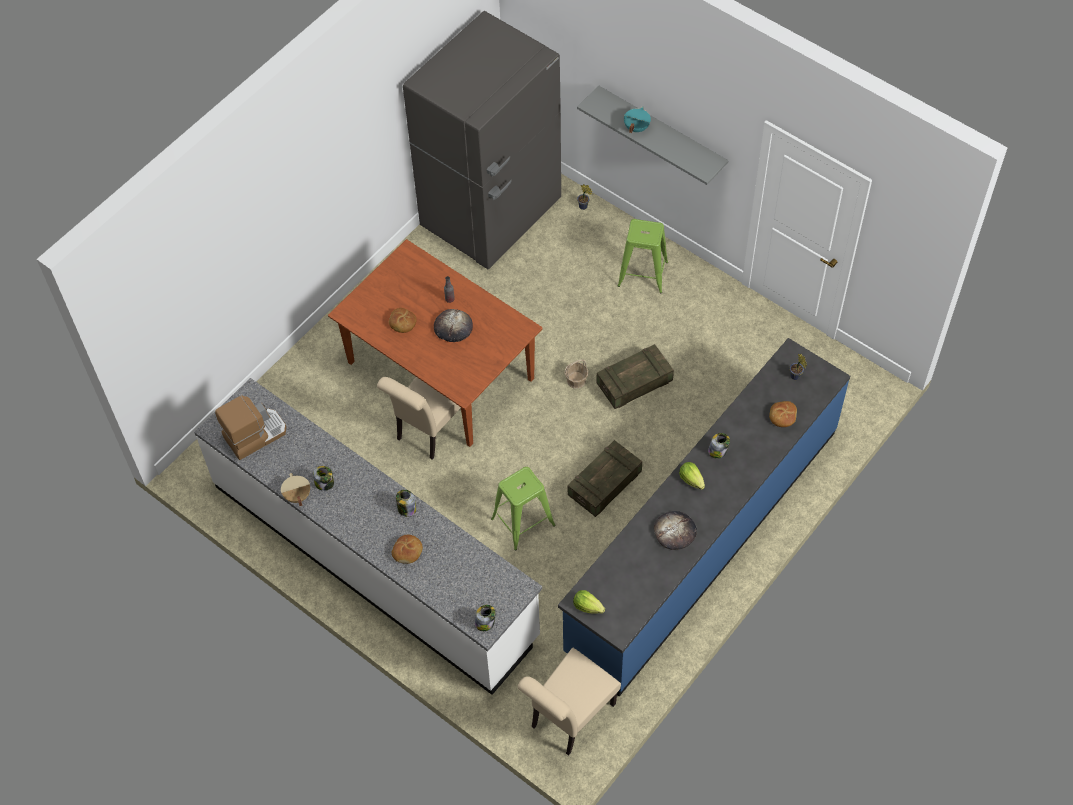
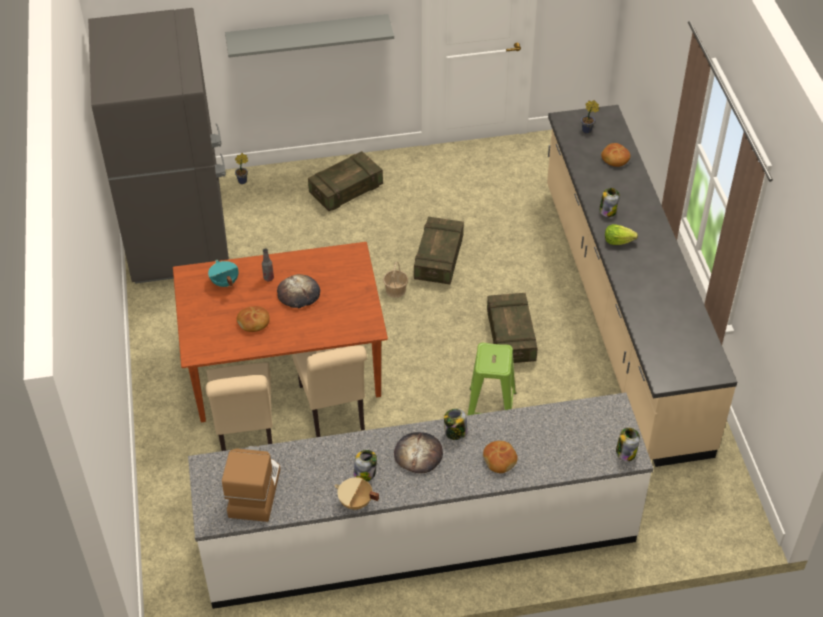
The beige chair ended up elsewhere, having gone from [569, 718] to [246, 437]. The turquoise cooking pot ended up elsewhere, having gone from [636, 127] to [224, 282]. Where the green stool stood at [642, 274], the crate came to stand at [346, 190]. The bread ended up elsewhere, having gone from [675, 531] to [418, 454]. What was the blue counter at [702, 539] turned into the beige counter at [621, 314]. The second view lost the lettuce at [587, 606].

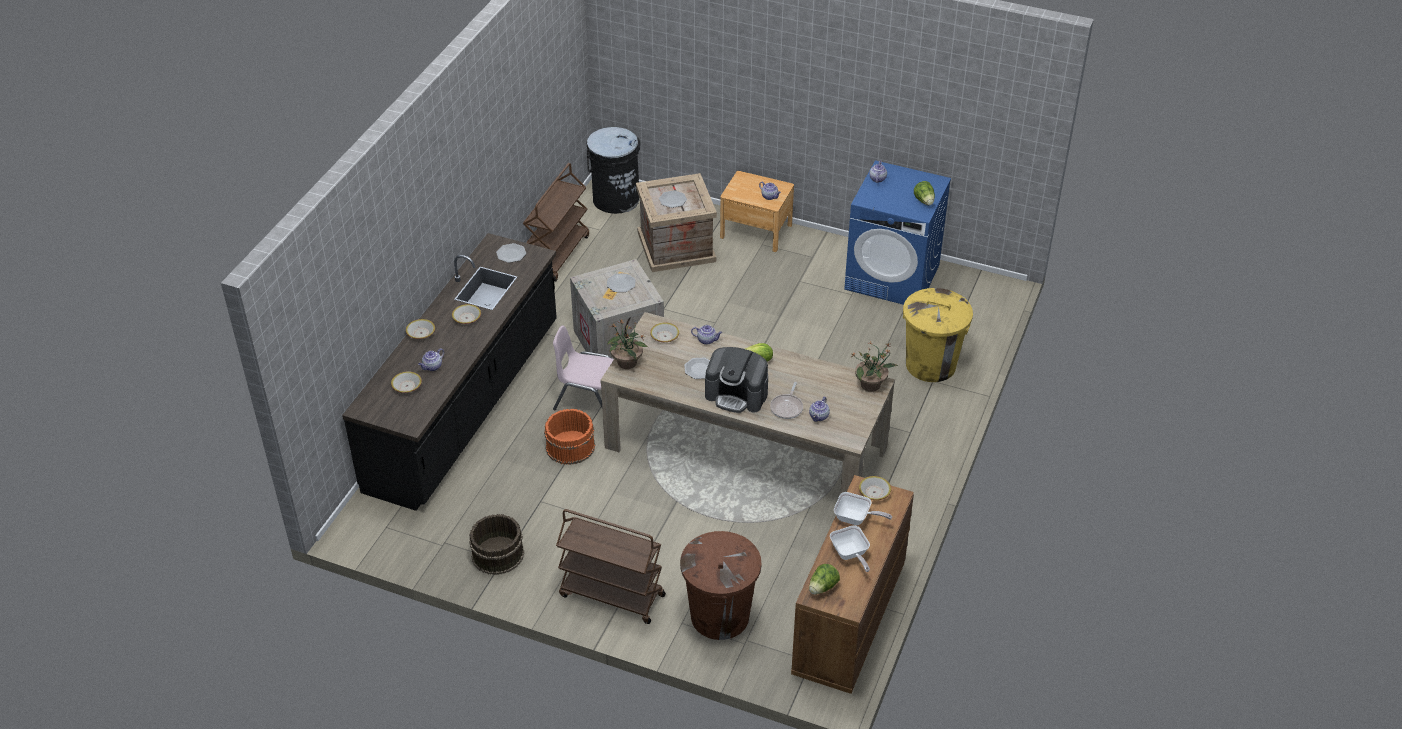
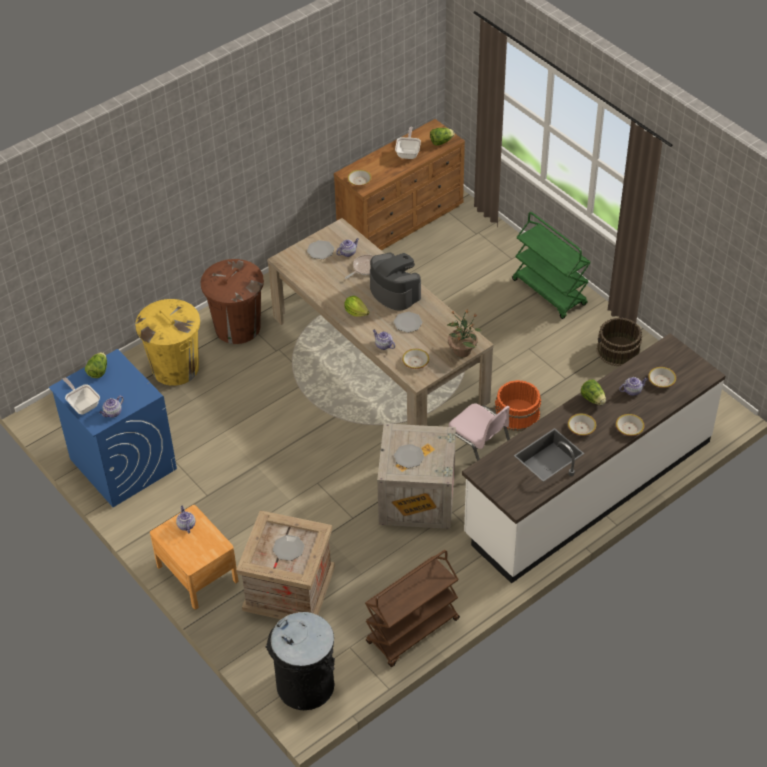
The frying pan ended up elsewhere, having gone from [855, 518] to [83, 404]. The brown trash can ended up elsewhere, having gone from [720, 616] to [237, 327]. The plate ended up elsewhere, having gone from [511, 254] to [320, 250]. What was the black counter at [465, 406] turned into the white counter at [588, 488]. What was the brown cart at [611, 595] turned into the green cart at [550, 292]. The second view gained the lettuce at [593, 399]. The second view lost the potted plant at [871, 385].

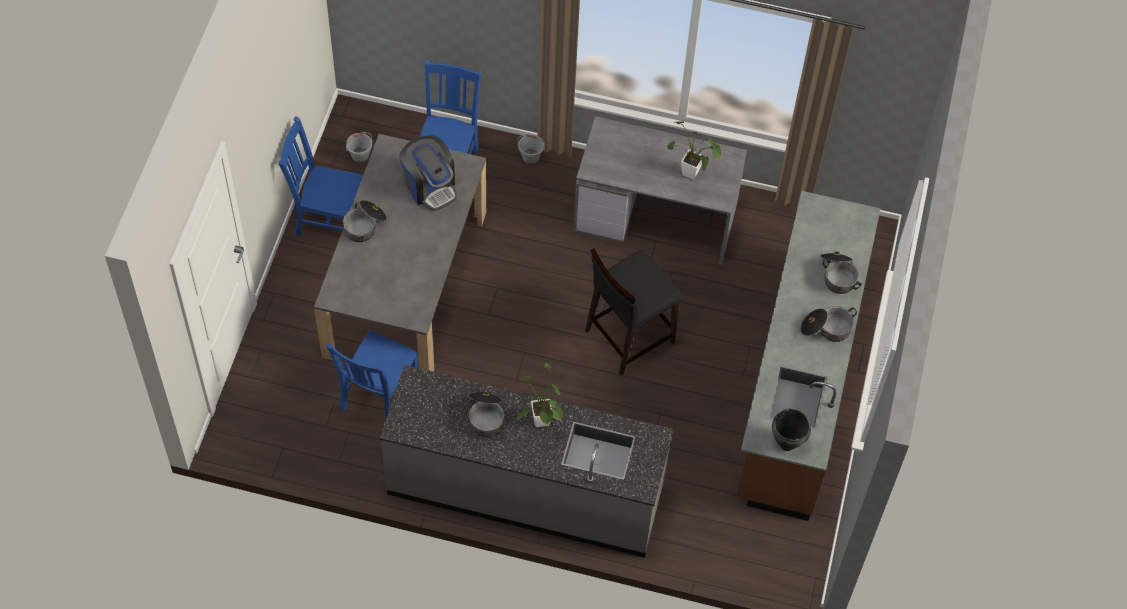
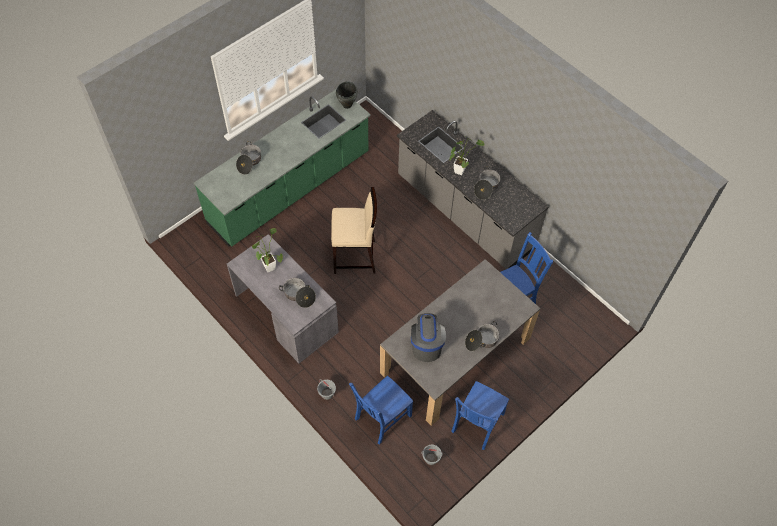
What was the brown counter at [798, 382] turned into the green counter at [290, 189]. The cooking pot ended up elsewhere, having gone from [826, 329] to [299, 295]. What was the black stool at [628, 336] turned into the beige stool at [355, 257]. The blue chair at [329, 219] ended up facing another way, 75 degrees clockwise from before.

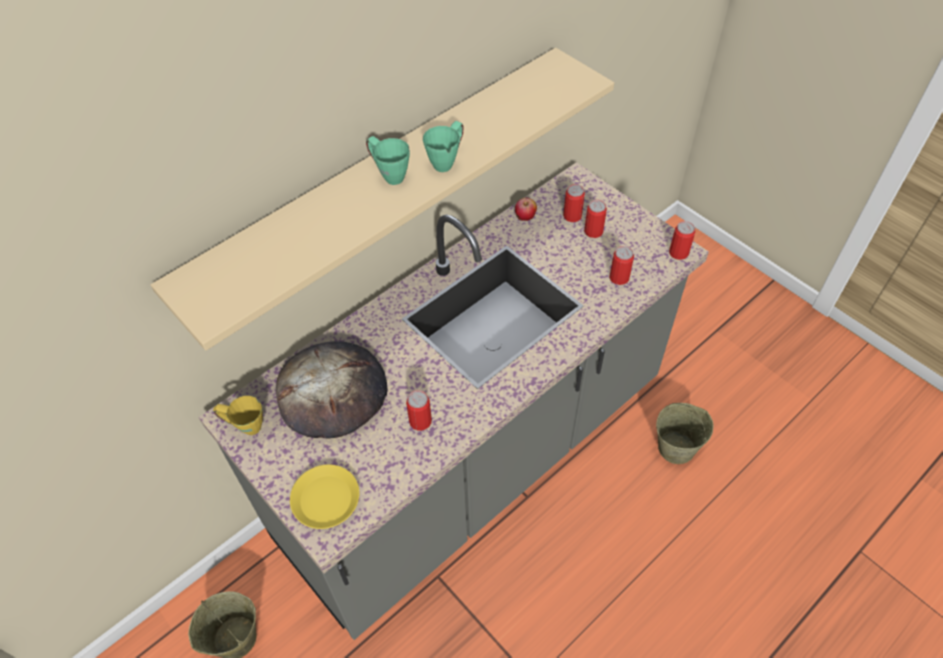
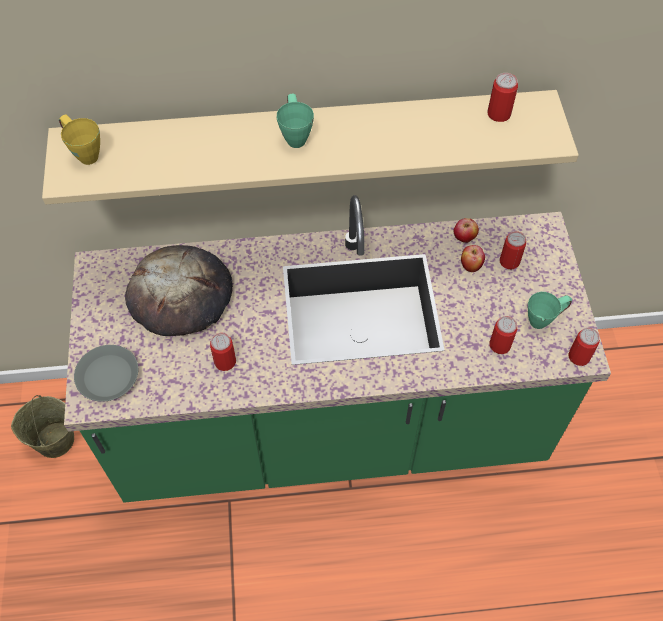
The yellow mug ended up elsewhere, having gone from [244, 426] to [84, 152]. What was the grey counter at [475, 461] turned into the green counter at [331, 429]. What was the yellow plate at [326, 499] turned into the grey plate at [108, 376]. The second view gained the apple at [470, 266]. The can ended up elsewhere, having gone from [593, 231] to [498, 114]. The green mug ended up elsewhere, having gone from [447, 161] to [544, 319]. The second view lost the beige bucket at [677, 447].

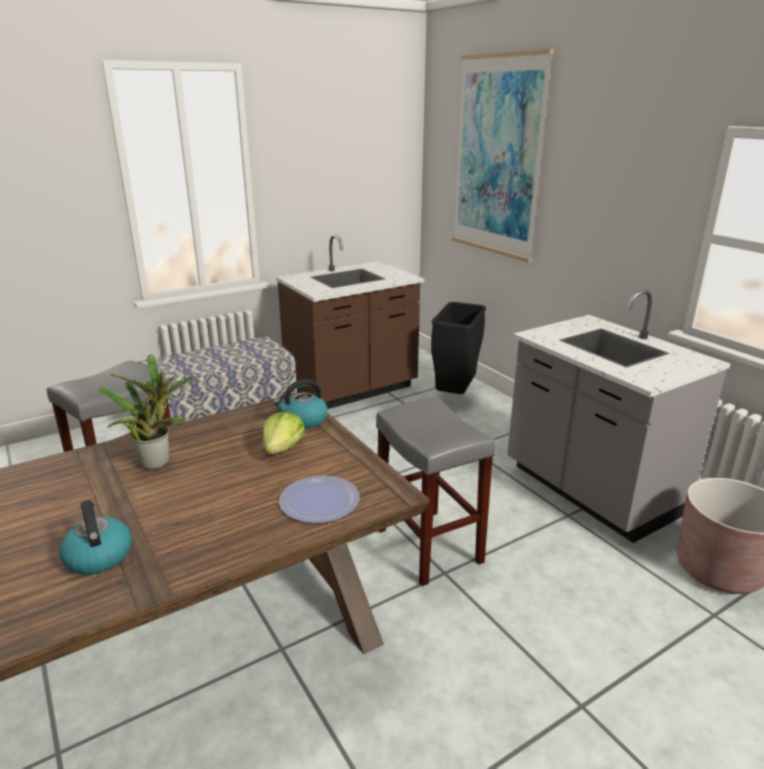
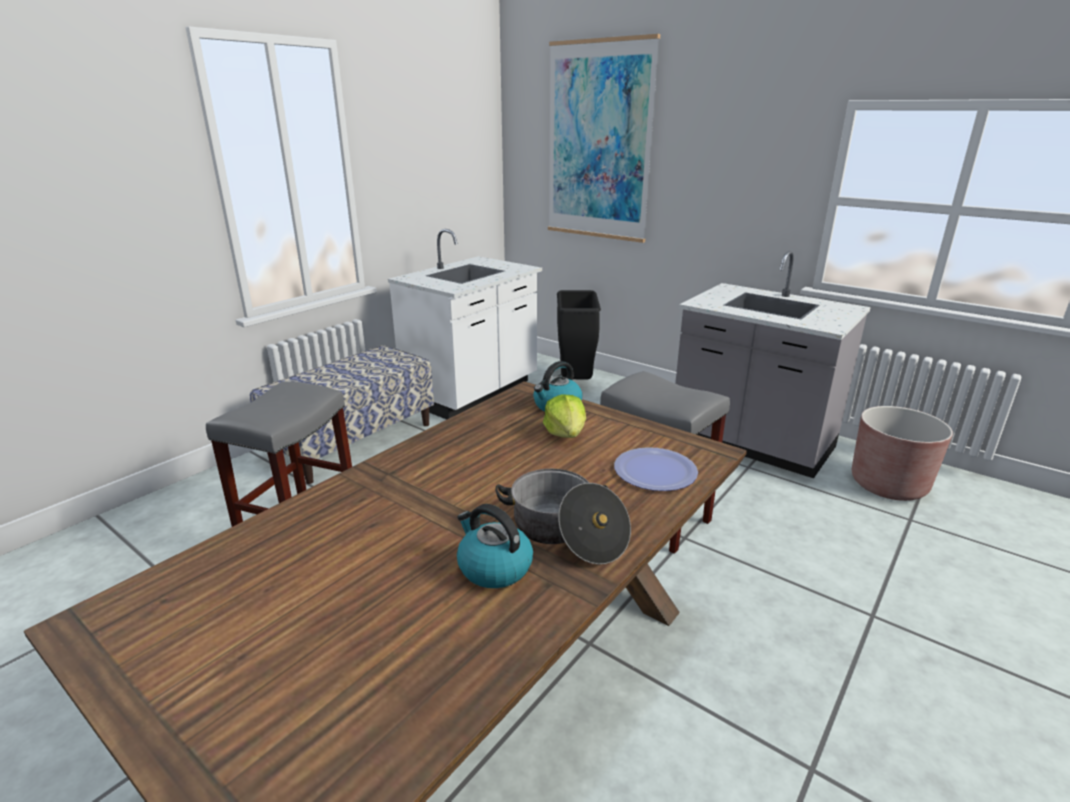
What was the brown counter at [352, 390] turned into the white counter at [473, 393]. The second view gained the cooking pot at [565, 533]. The second view lost the potted plant at [157, 461].

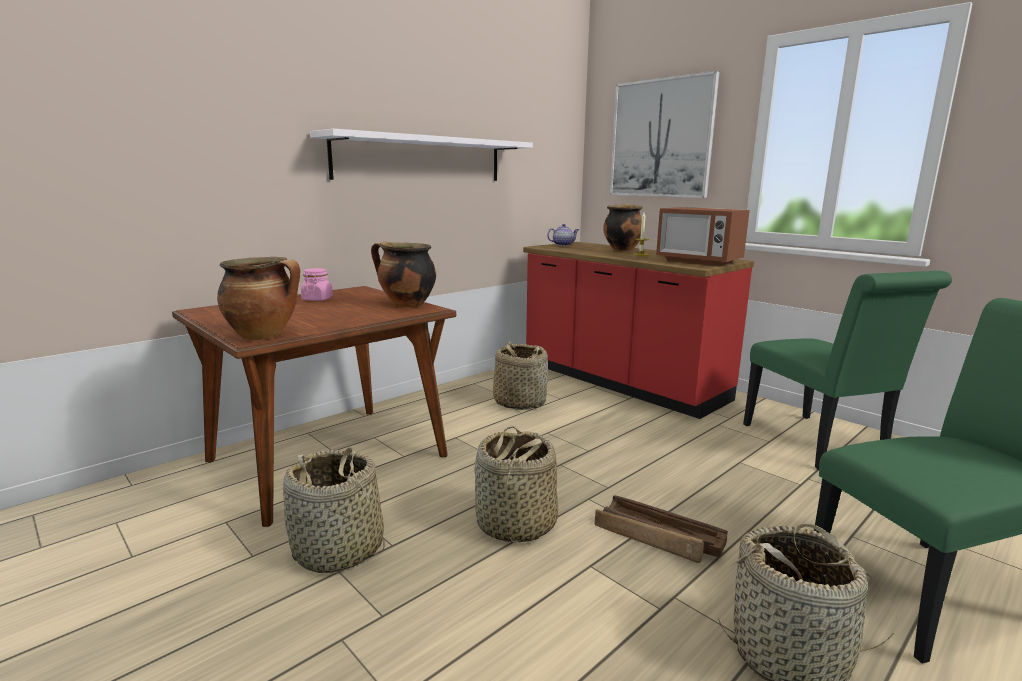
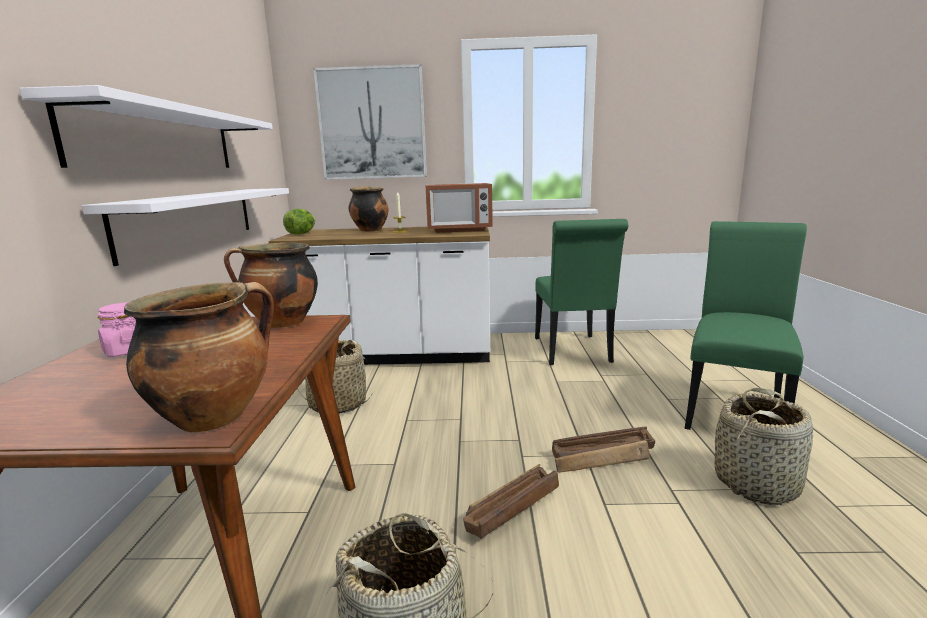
The second view gained the white shelf at [191, 219]. What was the red counter at [621, 383] turned into the white counter at [394, 355]. Where the teapot stood at [563, 245], the lettuce came to stand at [301, 234]. Where the basket stood at [515, 524], the crate came to stand at [511, 508]. The green chair at [819, 445] ended up facing another way, 60 degrees clockwise from before.

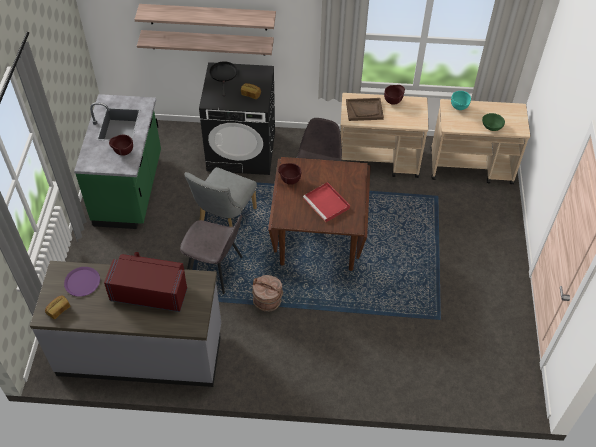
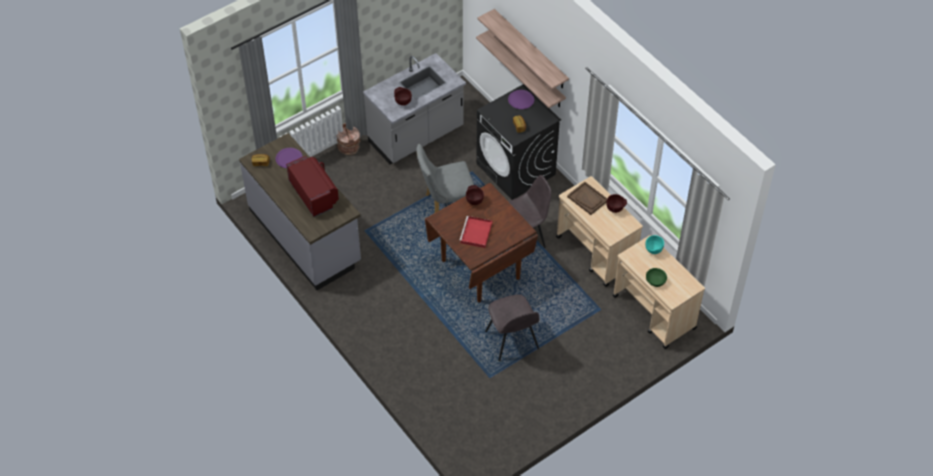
The brown bucket ended up elsewhere, having gone from [267, 300] to [349, 147]. What was the green counter at [130, 189] turned into the grey counter at [416, 136]. The grey chair ended up elsewhere, having gone from [215, 270] to [512, 341]. Where the black frying pan stood at [223, 75], the purple plate came to stand at [521, 100].

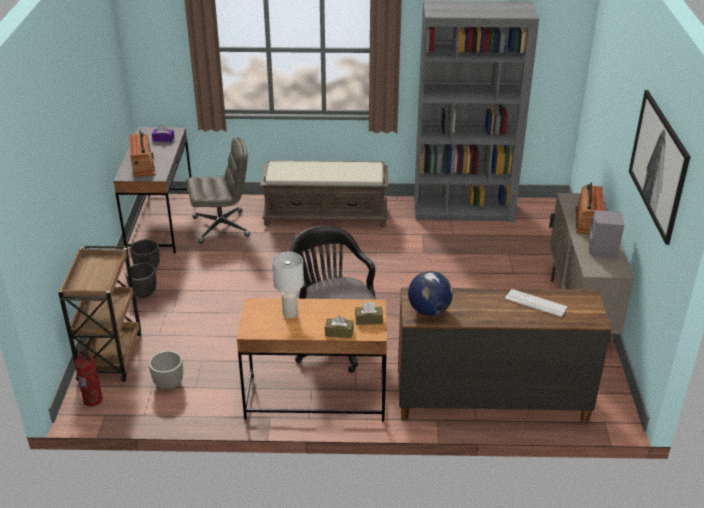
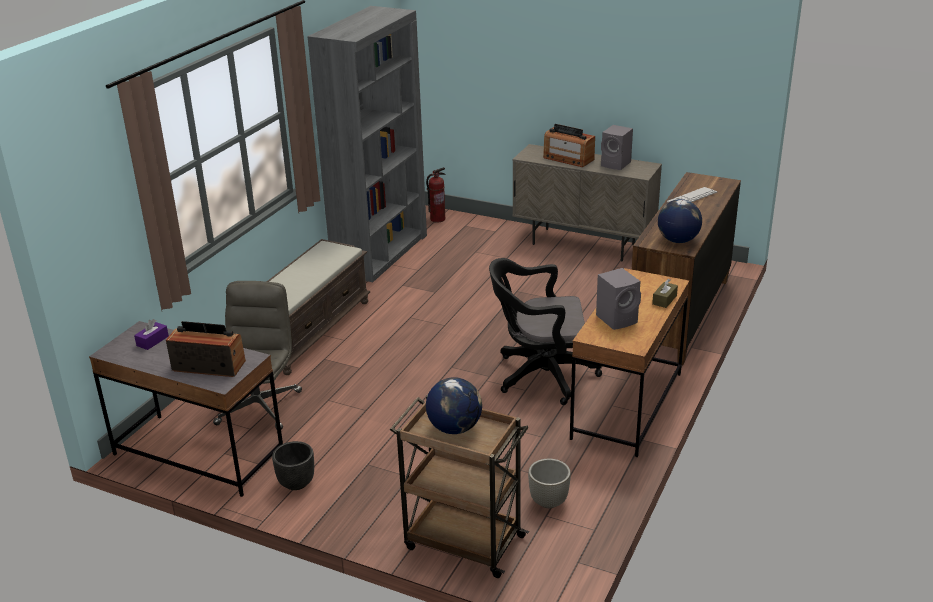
The fire extinguisher ended up elsewhere, having gone from [93, 400] to [437, 219]. The second view gained the globe at [454, 428]. Where the white table lamp stood at [290, 313], the grey speaker came to stand at [618, 319]. The second view lost the black planter at [144, 293]. The second view lost the brown tissue box at [369, 320]. The second view lost the picture at [660, 164].

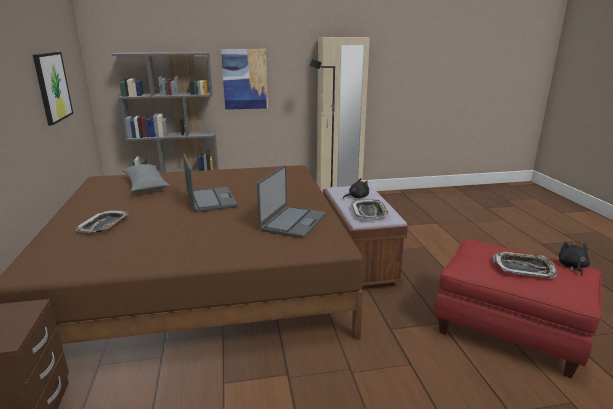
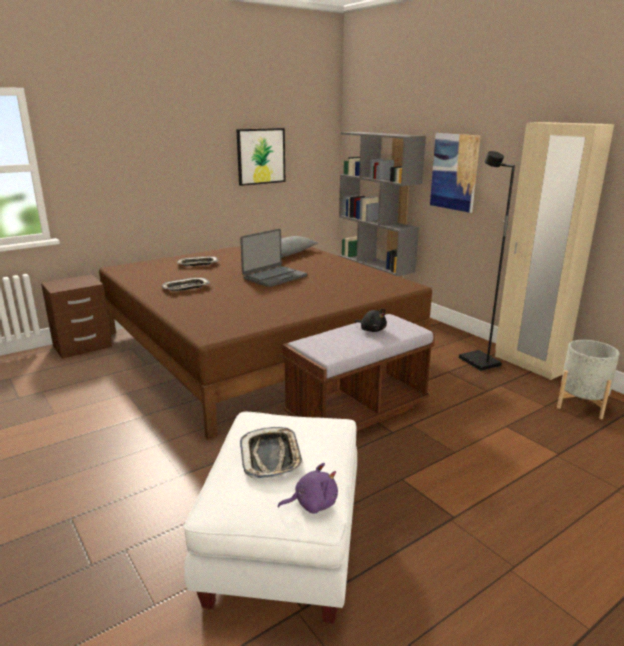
The tray ended up elsewhere, having gone from [369, 212] to [185, 288]. What was the red ottoman at [507, 330] turned into the white ottoman at [282, 544]. What was the black plush toy at [572, 267] turned into the purple plush toy at [312, 504]. The second view gained the grey planter at [581, 404]. The second view lost the laptop at [292, 222].

